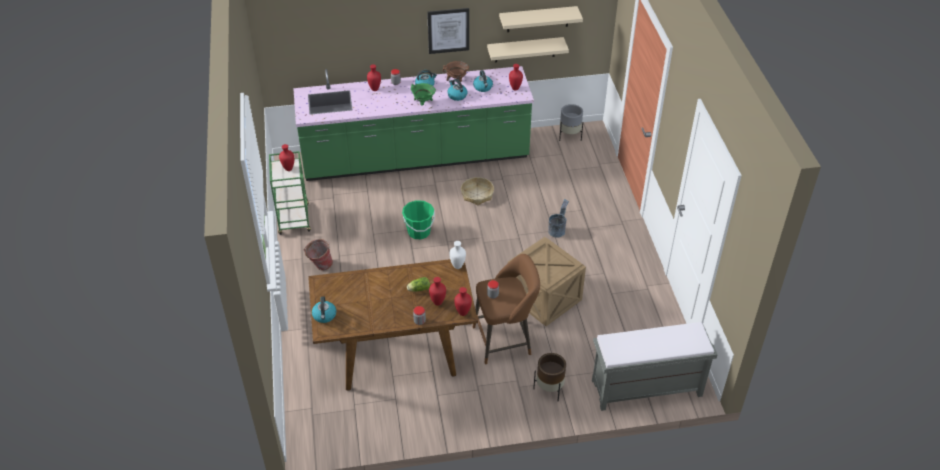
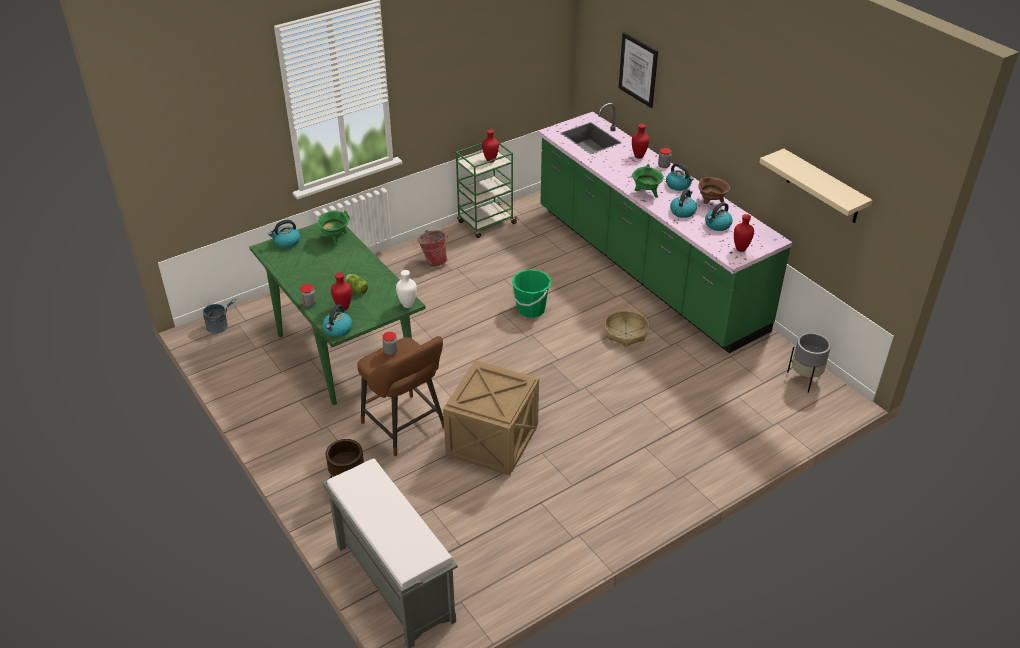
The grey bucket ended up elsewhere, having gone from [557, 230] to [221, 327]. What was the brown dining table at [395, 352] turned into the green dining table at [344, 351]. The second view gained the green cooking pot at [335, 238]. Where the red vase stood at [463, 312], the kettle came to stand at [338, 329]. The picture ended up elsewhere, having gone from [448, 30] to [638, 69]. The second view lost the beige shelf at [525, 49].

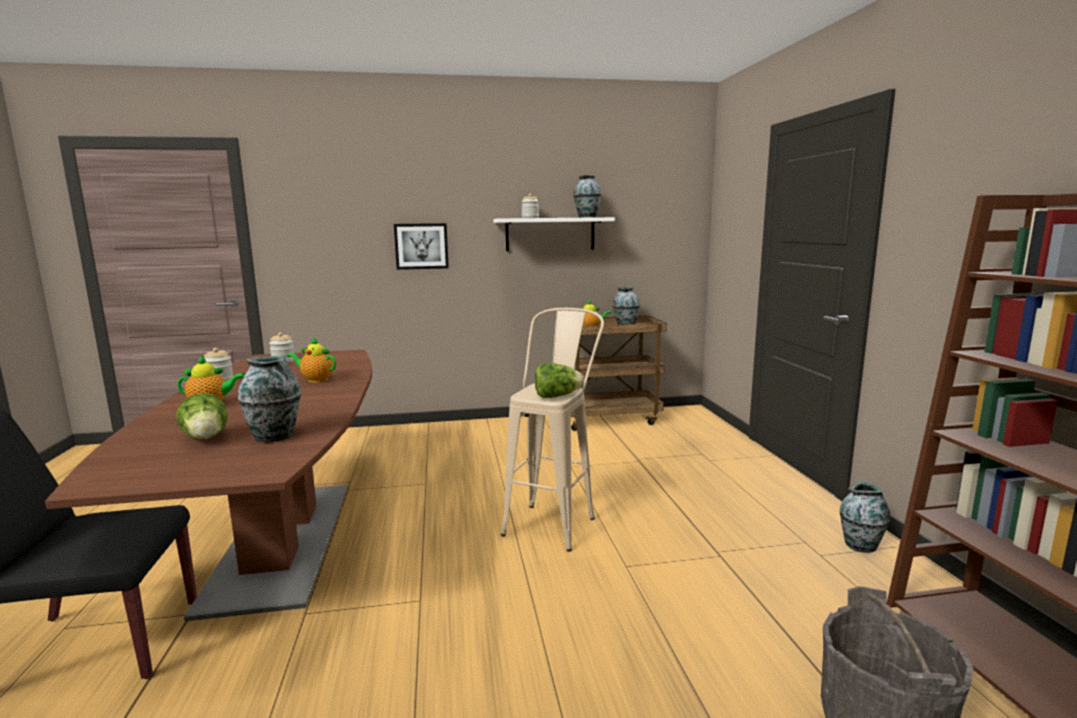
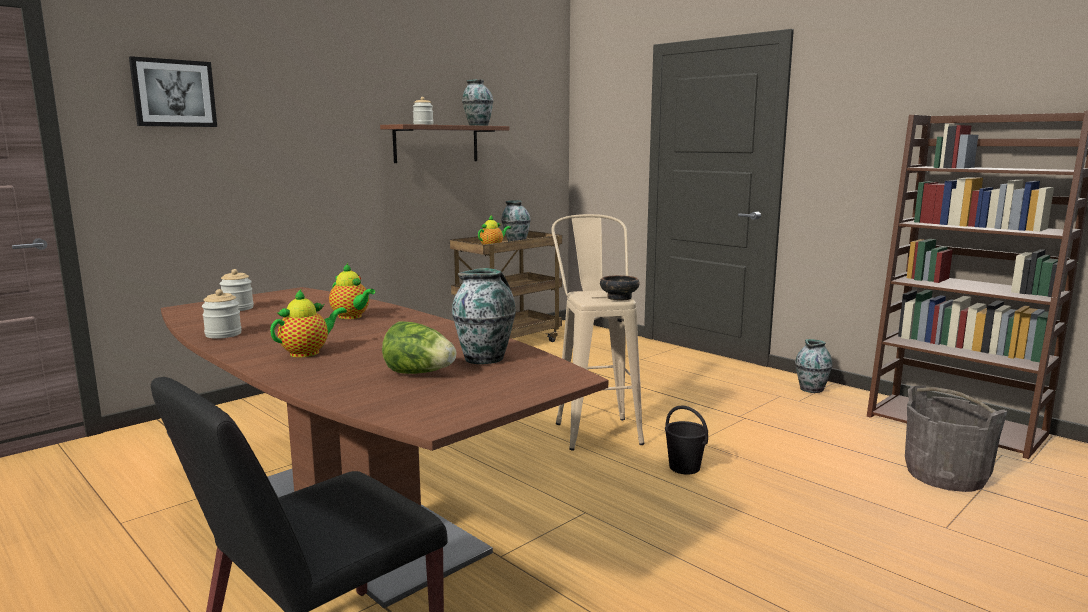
The picture ended up elsewhere, having gone from [421, 246] to [173, 93]. The teapot at [315, 380] ended up facing another way, 120 degrees counterclockwise from before. What was the white shelf at [550, 234] turned into the brown shelf at [436, 144]. Where the lettuce stood at [557, 396], the bowl came to stand at [618, 298]. The second view gained the black bucket at [685, 468].

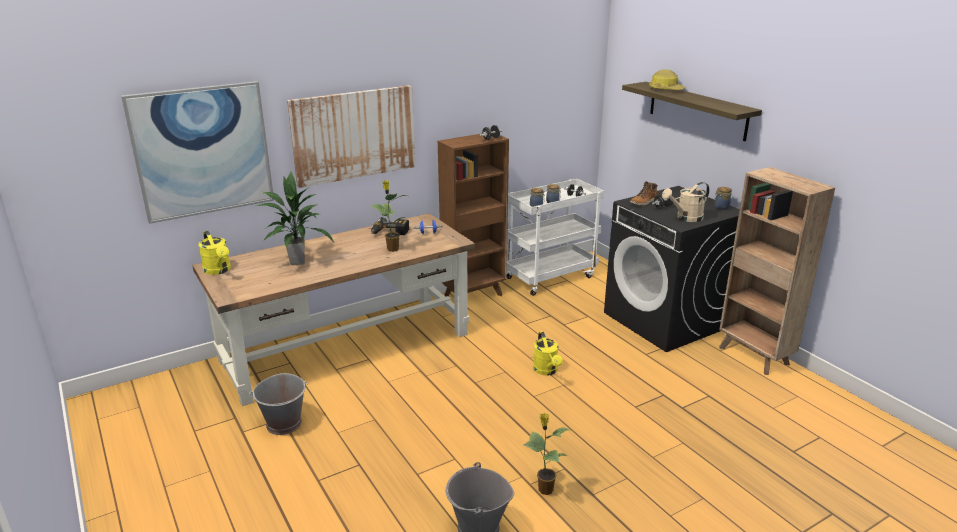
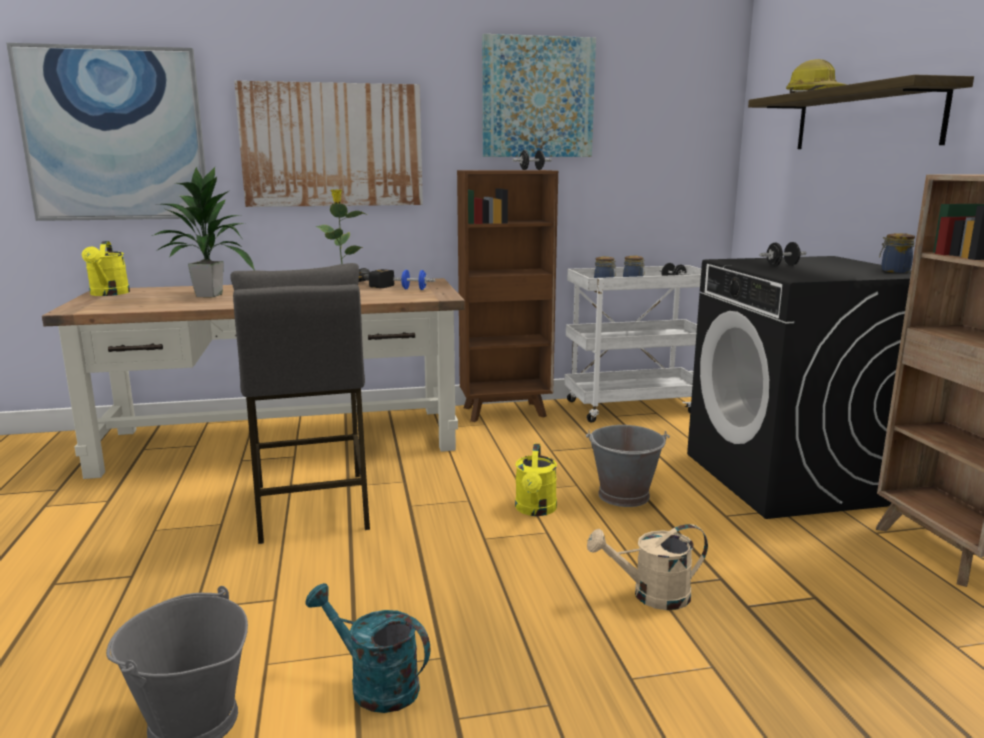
The second view gained the grey stool at [311, 506]. Where the potted plant stood at [544, 489], the turquoise watering can came to stand at [374, 684]. The second view gained the picture at [537, 98]. The grey bucket ended up elsewhere, having gone from [284, 424] to [624, 496]. The beige watering can ended up elsewhere, having gone from [685, 218] to [651, 595]. The second view lost the boot at [644, 202].

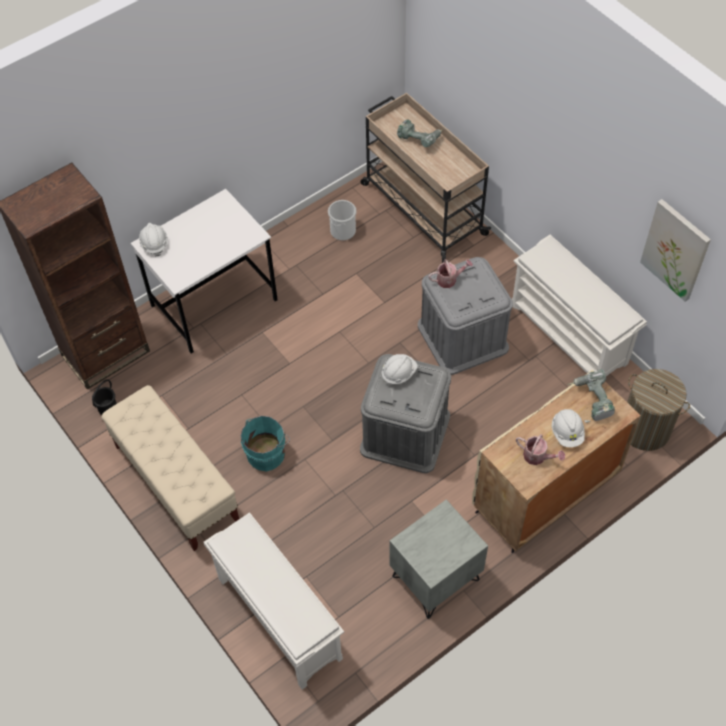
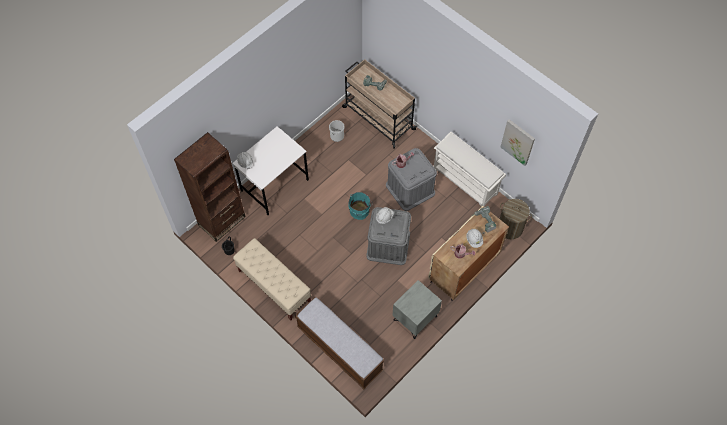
Where the white shoe rack stood at [277, 618], the bench came to stand at [339, 349]. The turquoise bucket ended up elsewhere, having gone from [267, 453] to [360, 210].

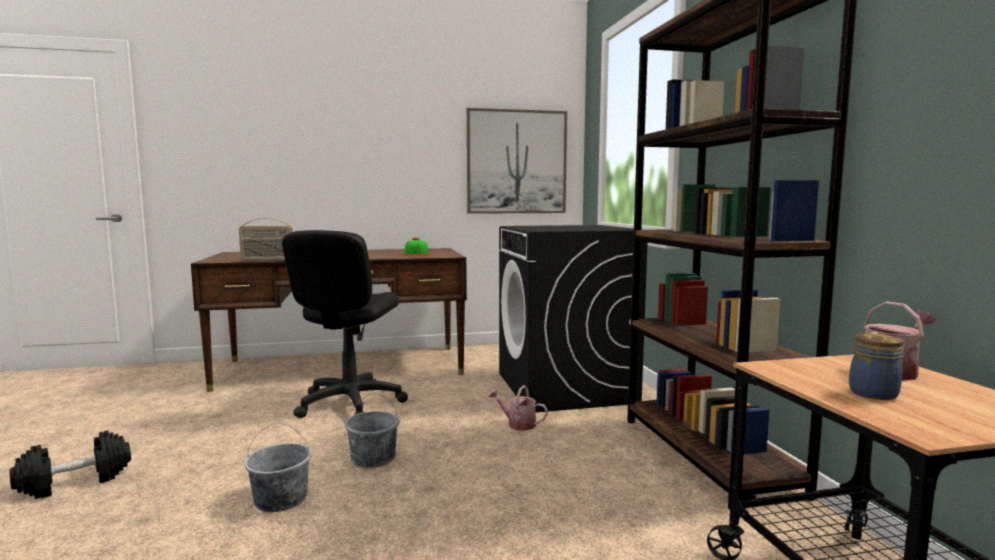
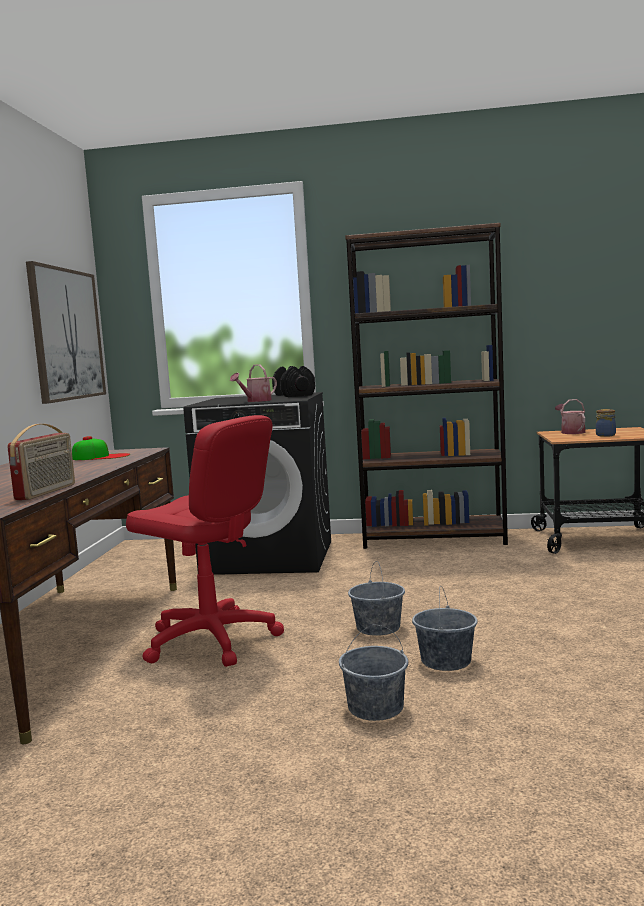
What was the black office chair at [349, 403] turned into the red office chair at [211, 640]. The watering can ended up elsewhere, having gone from [517, 424] to [256, 401]. The black dumbbell ended up elsewhere, having gone from [75, 482] to [294, 395]. The second view gained the grey bucket at [376, 707].

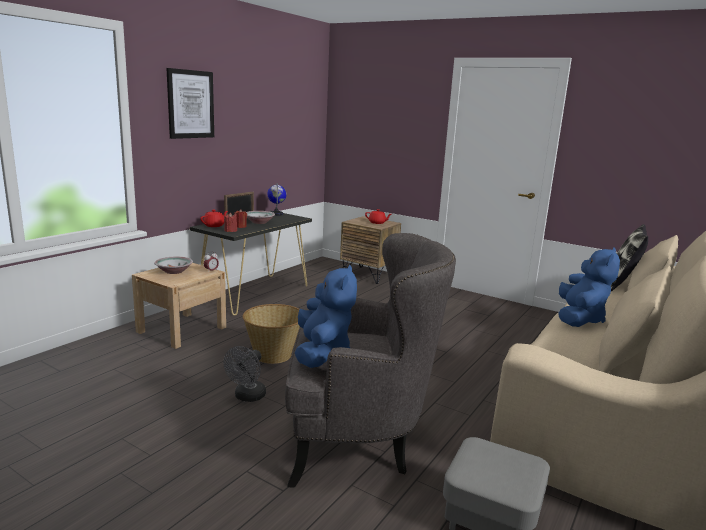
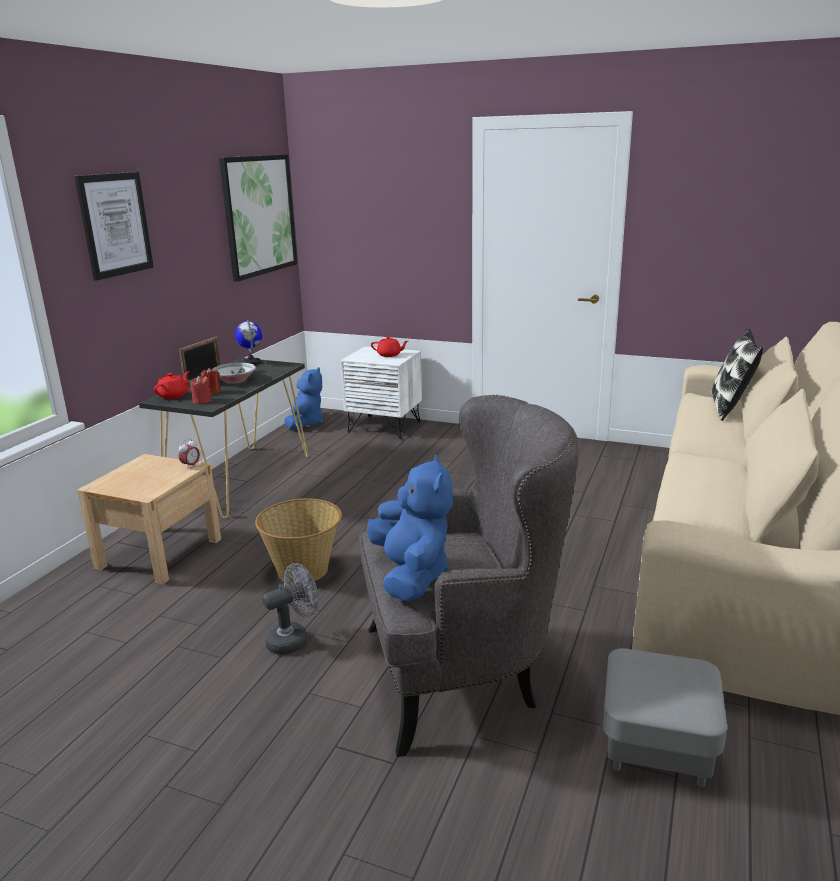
The second view gained the picture at [259, 215]. The grey fan at [247, 397] ended up facing another way, 135 degrees counterclockwise from before. The blue plush toy ended up elsewhere, having gone from [579, 319] to [305, 423]. What was the brown nightstand at [368, 275] turned into the white nightstand at [385, 427]. The second view lost the bowl at [173, 271].

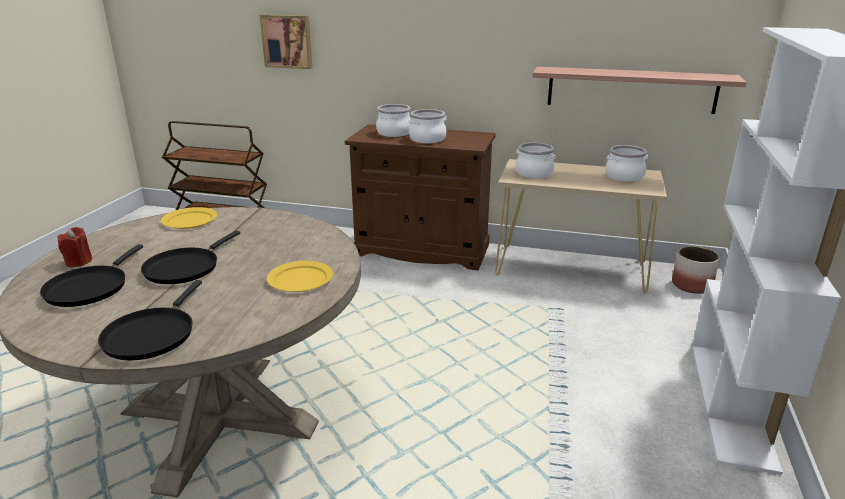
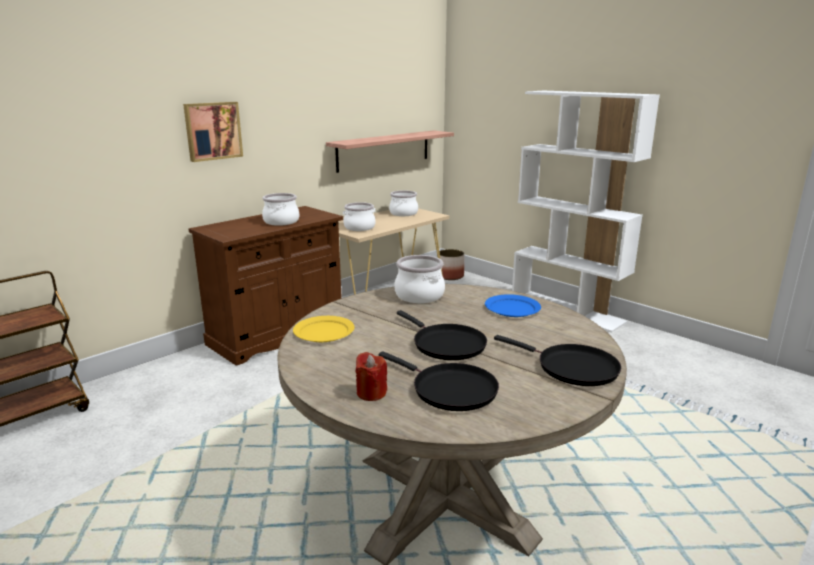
The picture ended up elsewhere, having gone from [287, 41] to [212, 131]. The cooking pot ended up elsewhere, having gone from [394, 133] to [419, 296]. What was the yellow plate at [300, 279] turned into the blue plate at [512, 308].

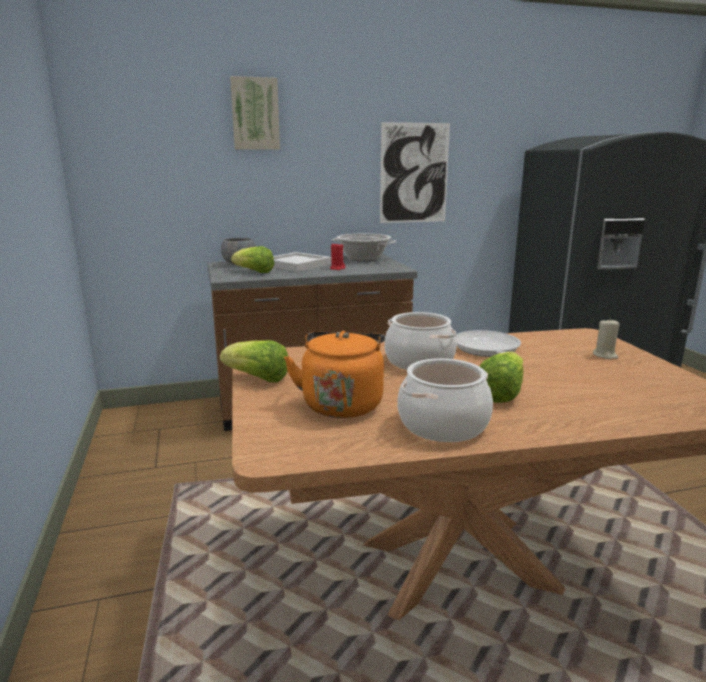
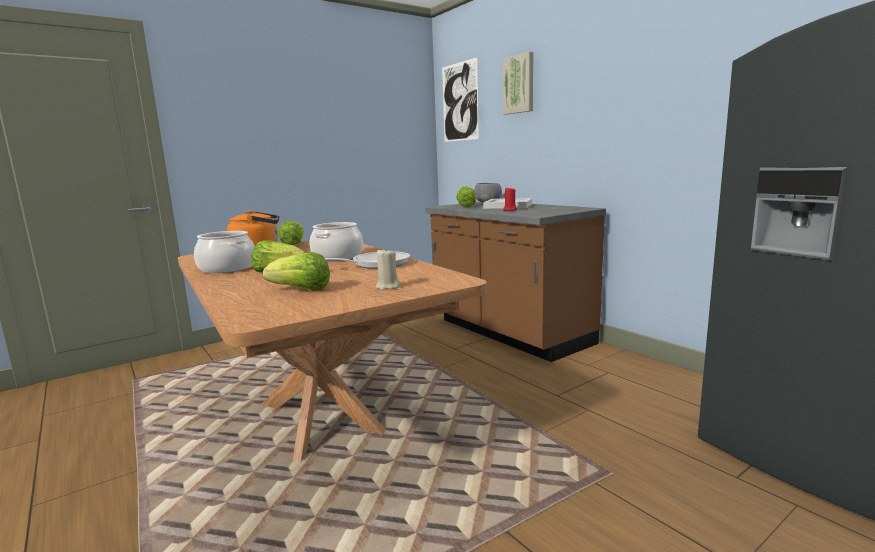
The second view gained the lettuce at [301, 290]. The picture ended up elsewhere, having gone from [414, 173] to [460, 102]. The second view lost the cooking pot at [363, 258].

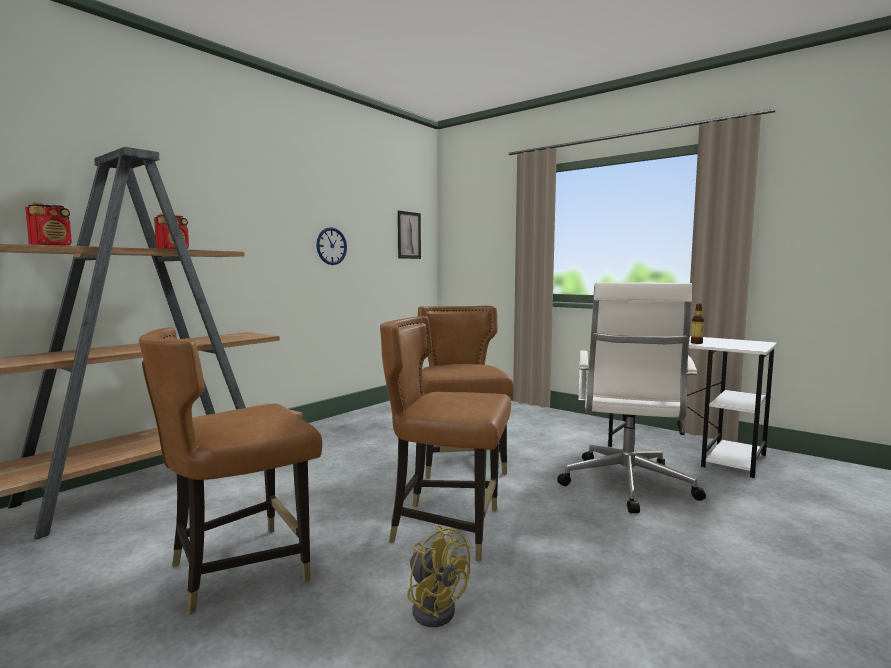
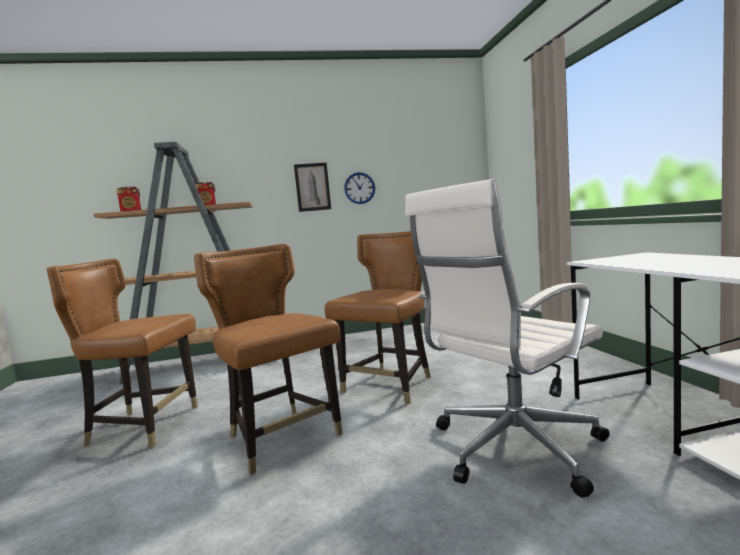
The picture ended up elsewhere, having gone from [409, 235] to [312, 187]. The second view lost the yellow fan at [434, 607]. The second view lost the bottle at [696, 343].

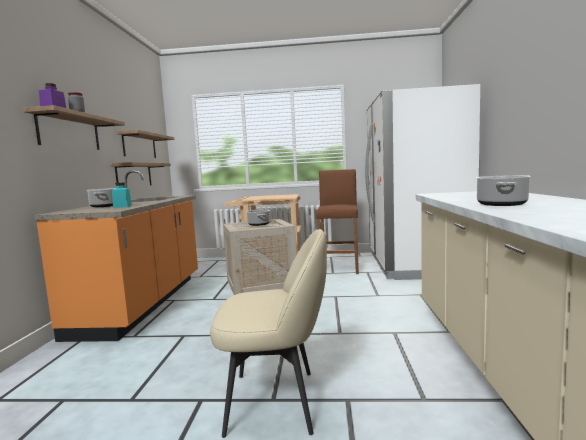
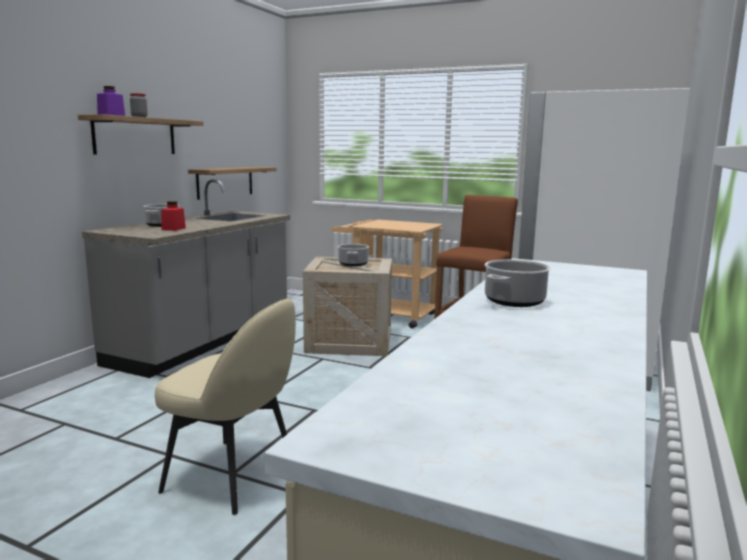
What was the orange counter at [143, 303] turned into the grey counter at [205, 341]. What was the turquoise jar at [122, 206] turned into the red jar at [173, 229]. The second view lost the shelf at [139, 146].

